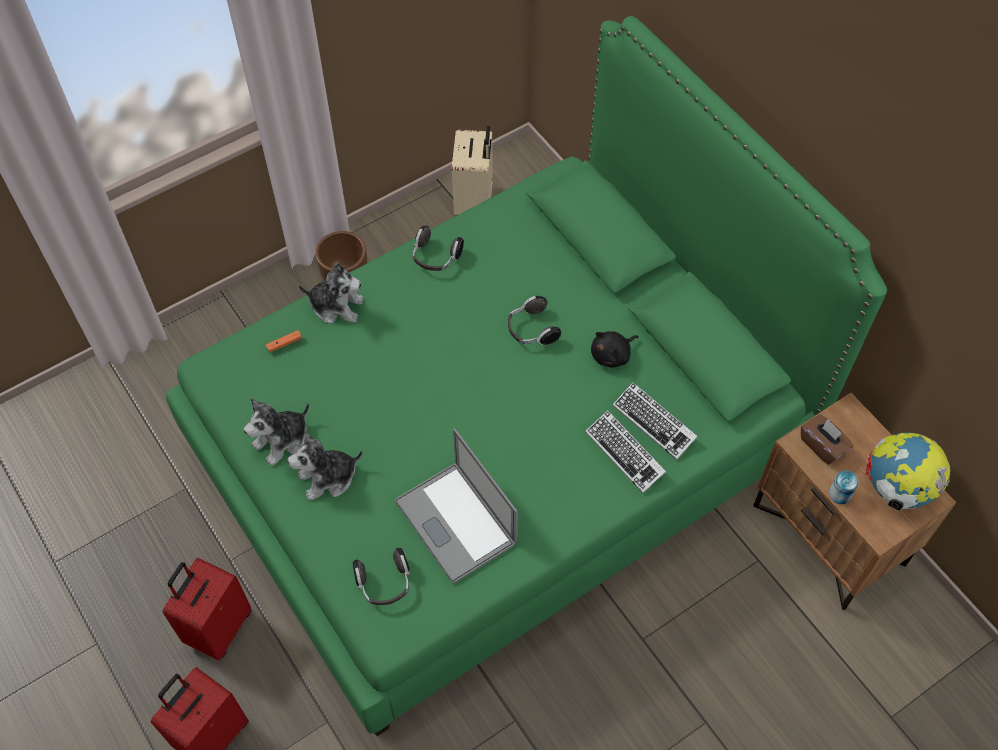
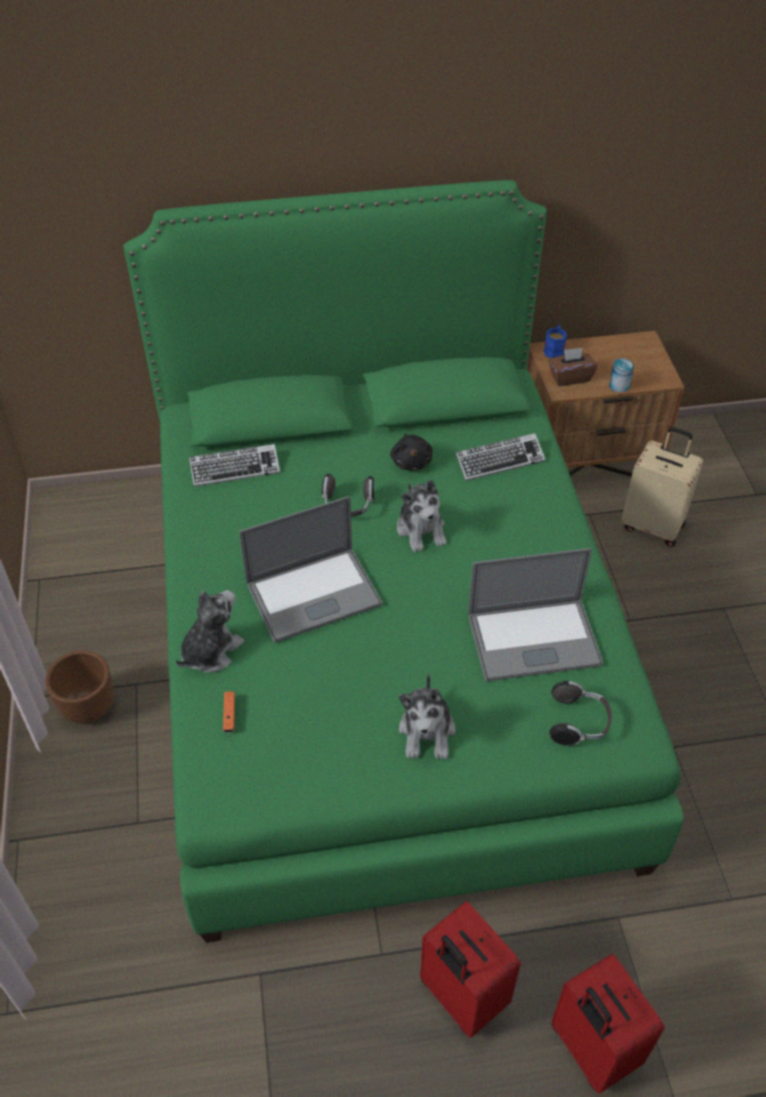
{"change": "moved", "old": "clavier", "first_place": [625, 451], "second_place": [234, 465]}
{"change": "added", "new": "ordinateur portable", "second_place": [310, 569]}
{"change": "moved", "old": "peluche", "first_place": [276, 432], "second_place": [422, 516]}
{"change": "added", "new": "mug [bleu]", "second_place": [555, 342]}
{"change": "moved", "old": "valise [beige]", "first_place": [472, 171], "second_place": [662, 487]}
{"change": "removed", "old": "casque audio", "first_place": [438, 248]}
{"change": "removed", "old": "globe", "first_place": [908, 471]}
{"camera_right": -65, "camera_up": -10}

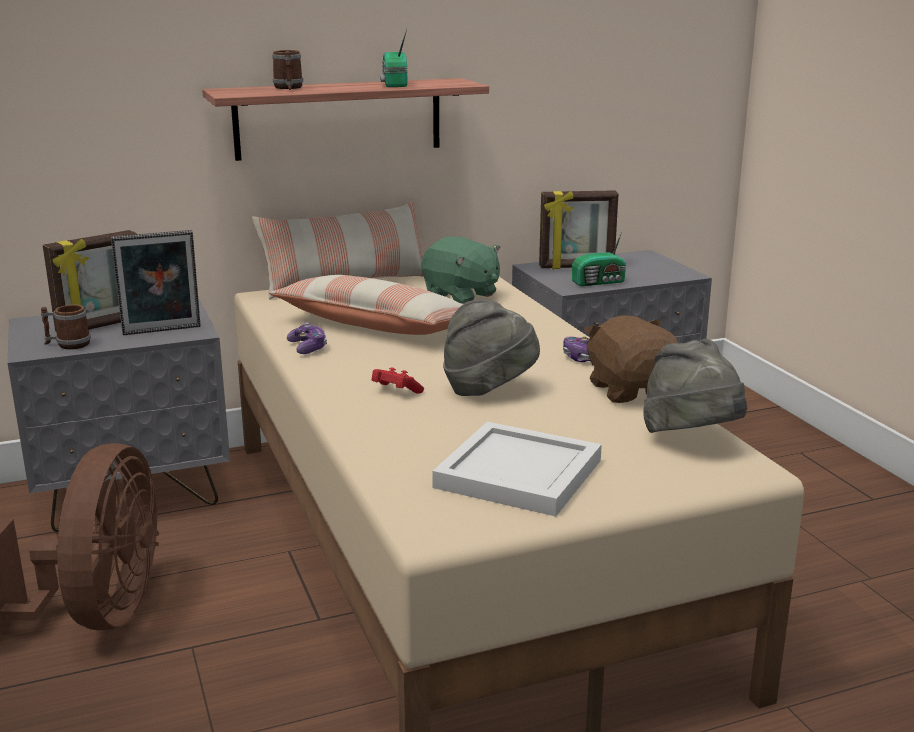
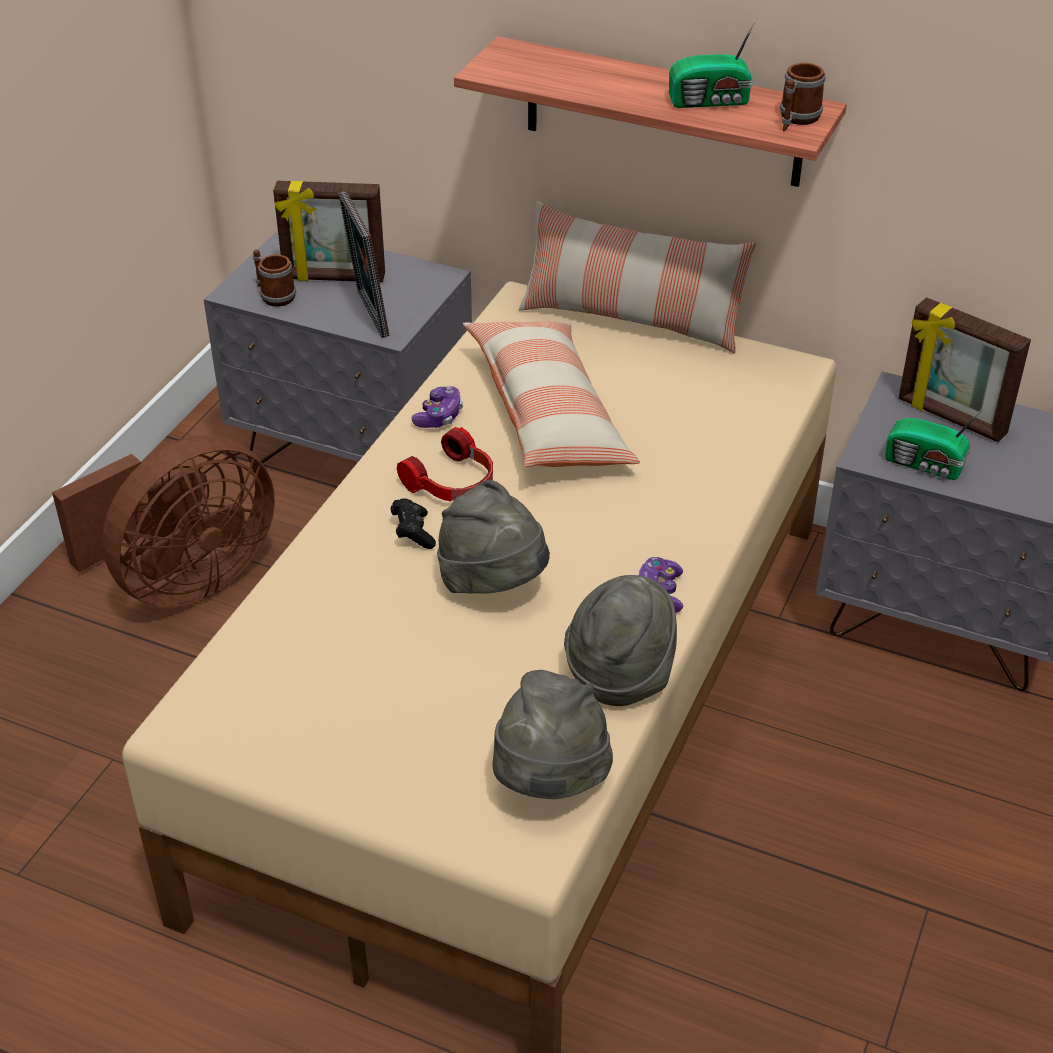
{"change": "turned", "old": "cadre photo", "first_place": [156, 282], "second_place": [363, 264], "degrees": 45}
{"change": "recoloured", "old": "manette [rouge]", "new": "manette [noir]", "first_place": [398, 381], "second_place": [413, 523]}
{"change": "added", "new": "casque audio", "second_place": [445, 464]}
{"change": "replaced", "old": "peluche [marron]", "new": "chapeau [gris]", "first_place": [631, 359], "second_place": [620, 640]}
{"change": "turned", "old": "radio", "first_place": [394, 58], "second_place": [712, 63], "degrees": -135}
{"change": "moved", "old": "mug", "first_place": [287, 70], "second_place": [803, 97]}
{"change": "removed", "old": "peluche [vert]", "first_place": [460, 270]}
{"change": "removed", "old": "plateau [blanc]", "first_place": [517, 469]}
{"camera_right": 45, "camera_up": 20}

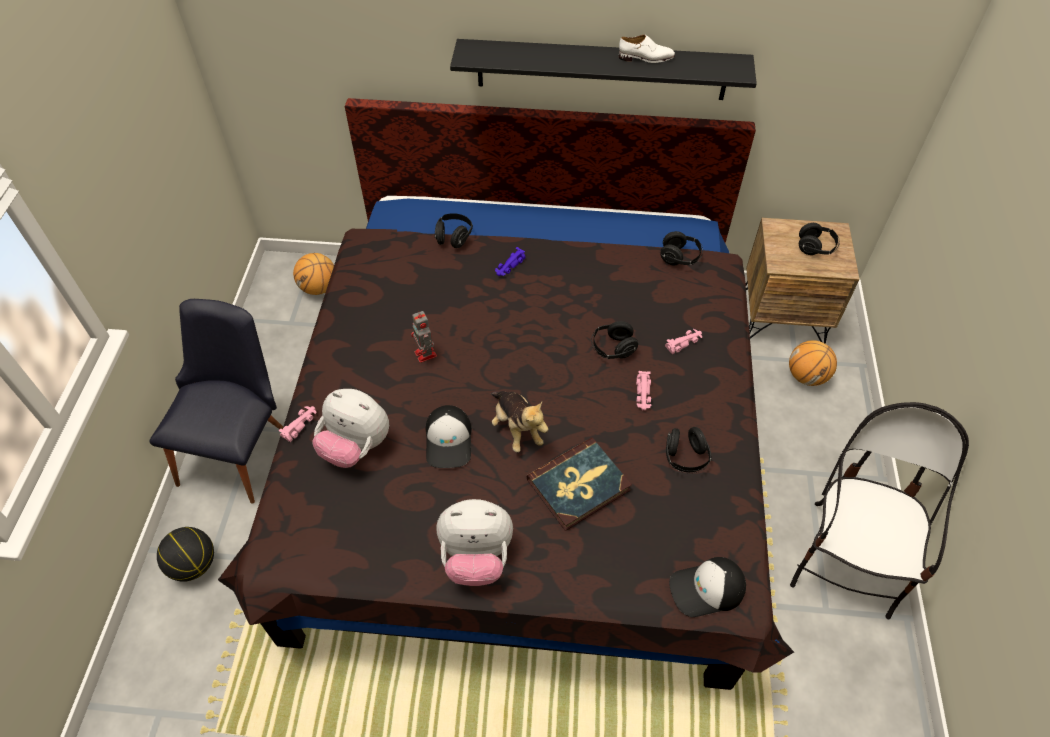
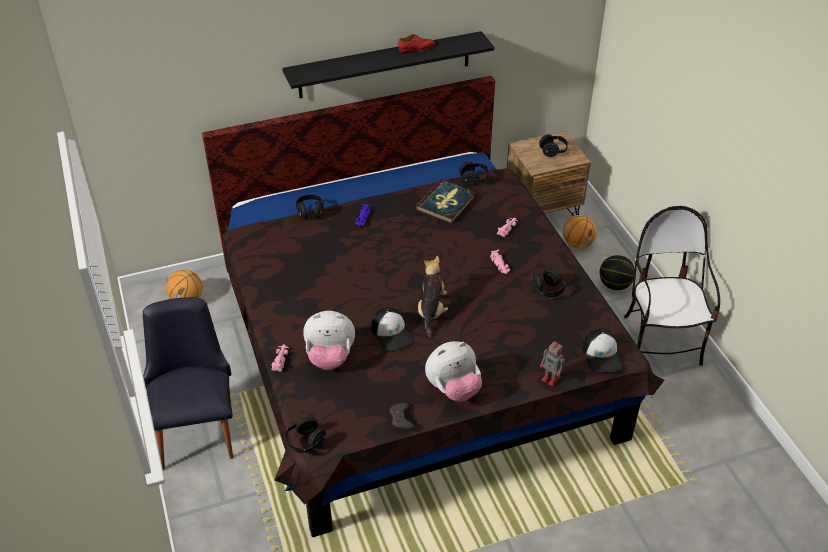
{"change": "moved", "old": "casque audio [noir]", "first_place": [614, 340], "second_place": [305, 435]}
{"change": "added", "new": "manette [gris]", "second_place": [402, 416]}
{"change": "recoloured", "old": "chaussure [blanc]", "new": "chaussure [rouge]", "first_place": [647, 49], "second_place": [416, 44]}
{"change": "moved", "old": "livre", "first_place": [579, 484], "second_place": [445, 202]}
{"change": "turned", "old": "peluche", "first_place": [519, 421], "second_place": [433, 296], "degrees": -120}
{"change": "moved", "old": "robot jouet", "first_place": [424, 337], "second_place": [553, 363]}
{"change": "turned", "old": "casquette", "first_place": [707, 587], "second_place": [602, 350], "degrees": -60}
{"change": "moved", "old": "ballon de basket", "first_place": [185, 554], "second_place": [617, 272]}
{"camera_right": -25, "camera_up": -10}

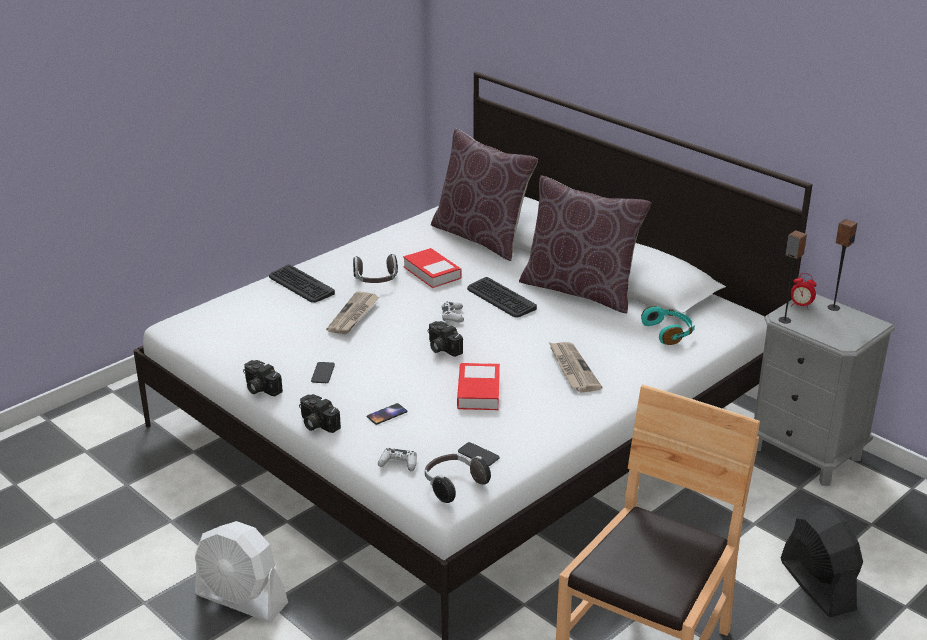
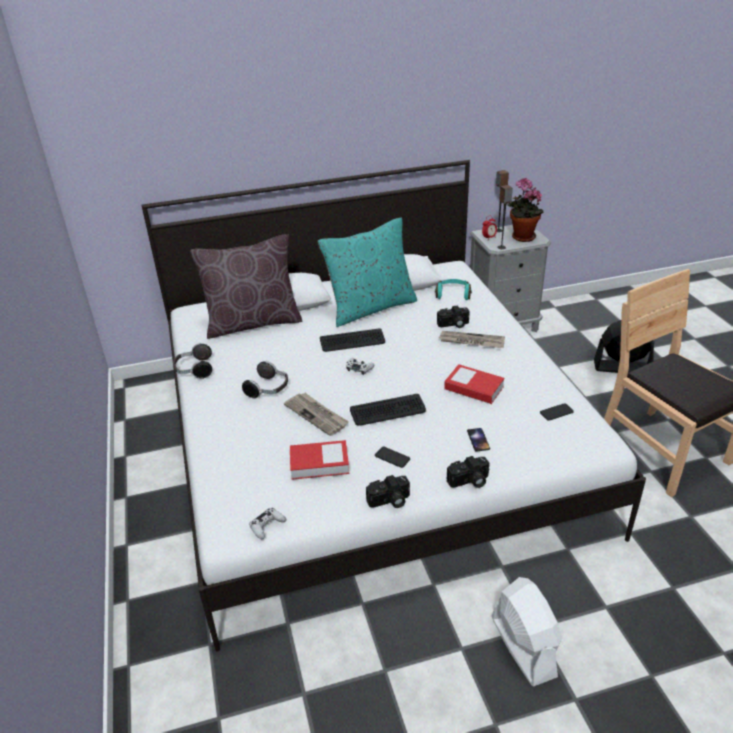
{"change": "moved", "old": "casque audio", "first_place": [458, 478], "second_place": [192, 361]}
{"change": "moved", "old": "manette [blanc]", "first_place": [397, 459], "second_place": [267, 523]}
{"change": "moved", "old": "livre", "first_place": [432, 268], "second_place": [319, 460]}
{"change": "recoloured", "old": "coussin [marron]", "new": "coussin [turquoise]", "first_place": [585, 245], "second_place": [367, 272]}
{"change": "moved", "old": "clavier", "first_place": [302, 283], "second_place": [388, 410]}
{"change": "moved", "old": "appareil photo", "first_place": [445, 339], "second_place": [453, 316]}
{"change": "turned", "old": "ventilateur [blanc]", "first_place": [241, 571], "second_place": [527, 632], "degrees": -75}
{"change": "added", "new": "plante en pot", "second_place": [525, 210]}
{"camera_right": -60, "camera_up": 5}

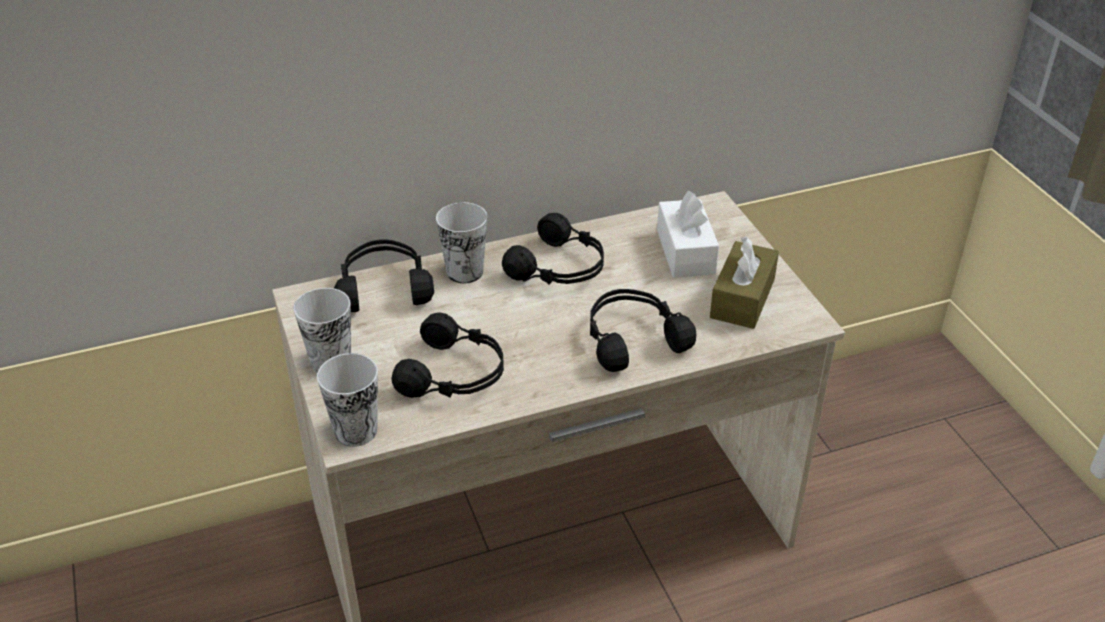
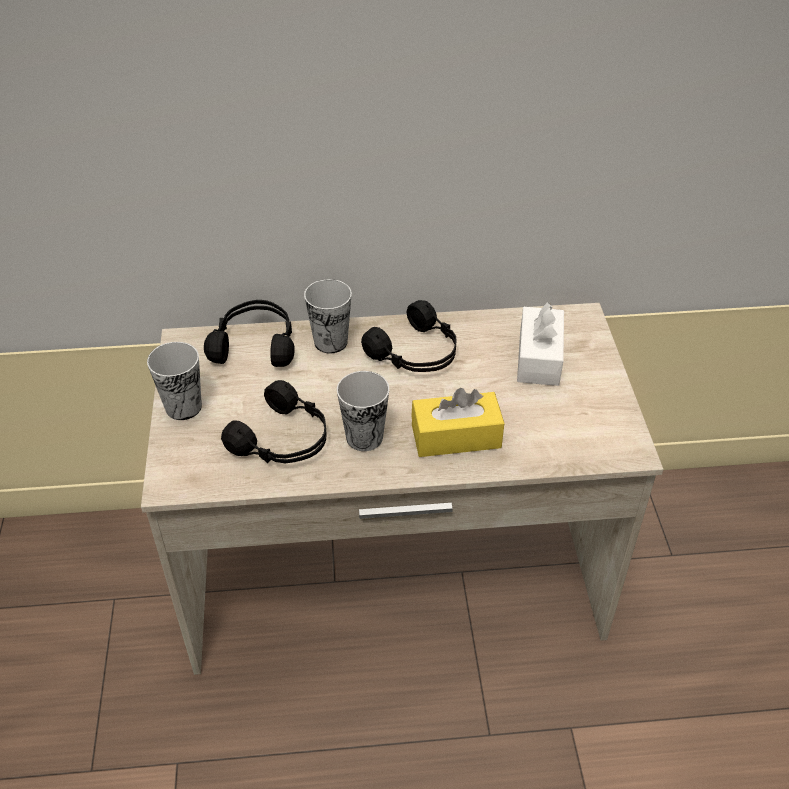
{"change": "moved", "old": "tasse", "first_place": [347, 400], "second_place": [363, 411]}
{"change": "replaced", "old": "casque audio [noir]", "new": "boîte à mouchoirs [jaune]", "first_place": [643, 330], "second_place": [457, 422]}
{"change": "removed", "old": "boîte à mouchoirs [marron]", "first_place": [744, 282]}
{"camera_right": 15, "camera_up": 5}

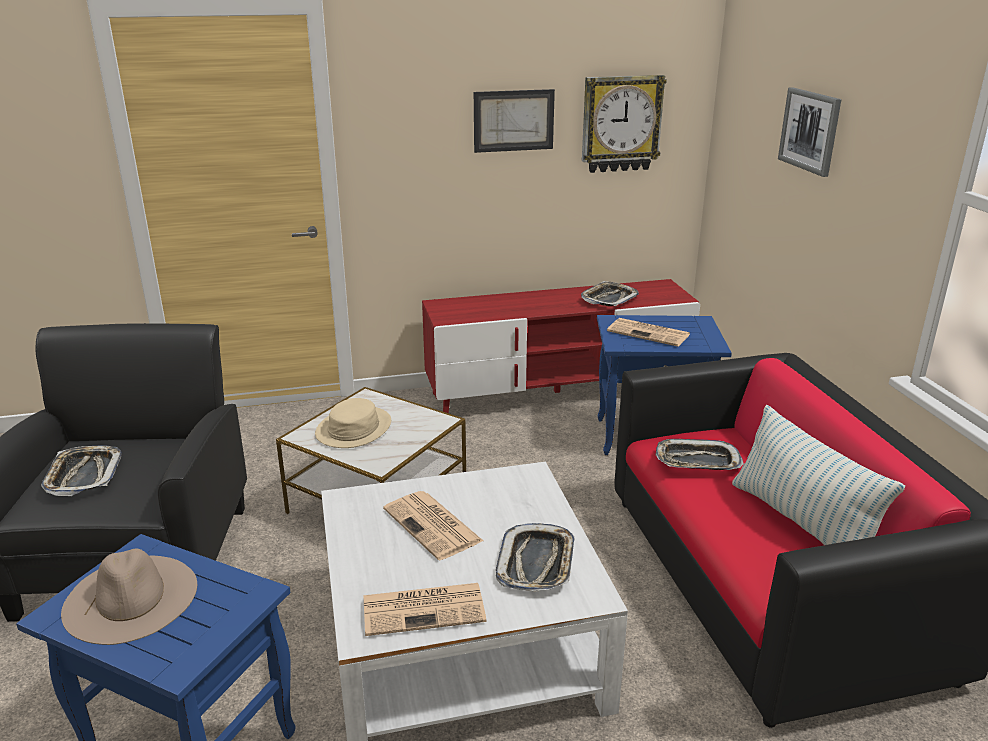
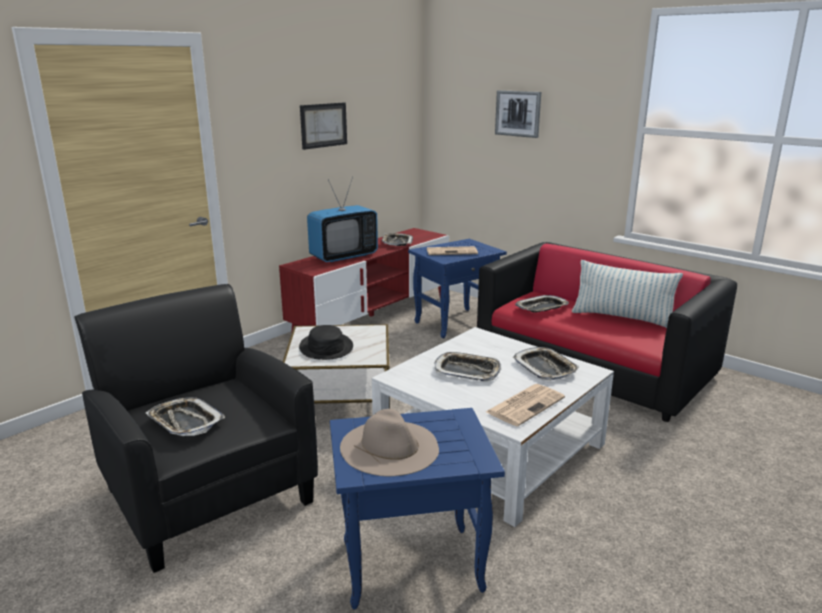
{"change": "recoloured", "old": "chapeau [beige]", "new": "chapeau [noir]", "first_place": [353, 423], "second_place": [326, 342]}
{"change": "added", "new": "téléviseur", "second_place": [342, 220]}
{"change": "replaced", "old": "journal", "new": "plateau", "first_place": [433, 525], "second_place": [467, 366]}
{"change": "removed", "old": "horloge murale", "first_place": [624, 124]}
{"camera_right": -35, "camera_up": -5}

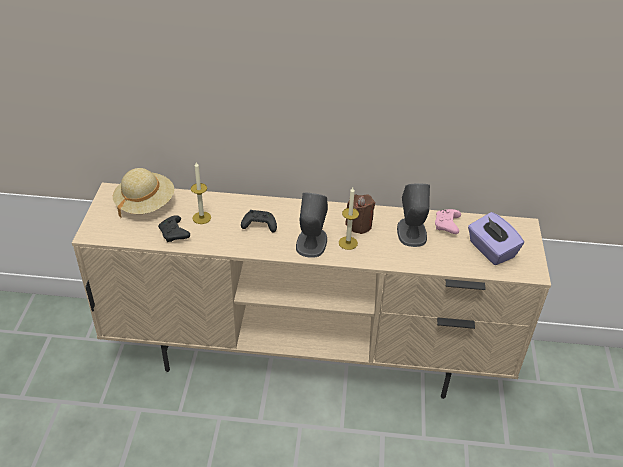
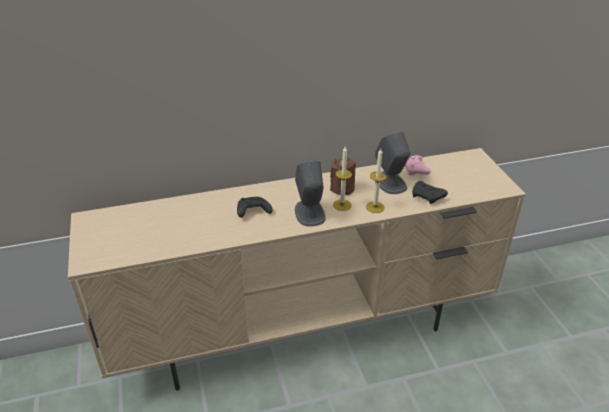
{"change": "moved", "old": "bougie", "first_place": [201, 193], "second_place": [376, 180]}
{"change": "moved", "old": "manette [noir]", "first_place": [174, 228], "second_place": [430, 192]}
{"change": "removed", "old": "chapeau [beige]", "first_place": [143, 193]}
{"change": "removed", "old": "boîte à mouchoirs [violet]", "first_place": [496, 238]}
{"camera_right": -20, "camera_up": -5}

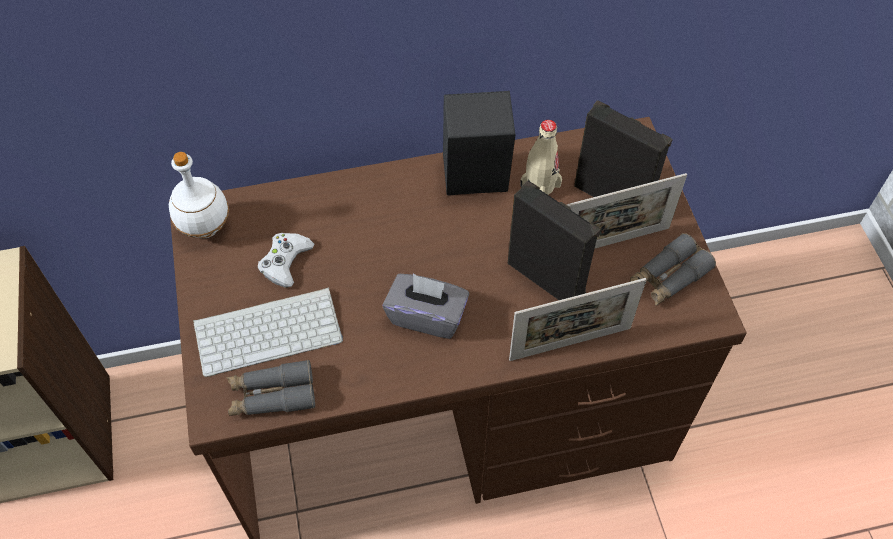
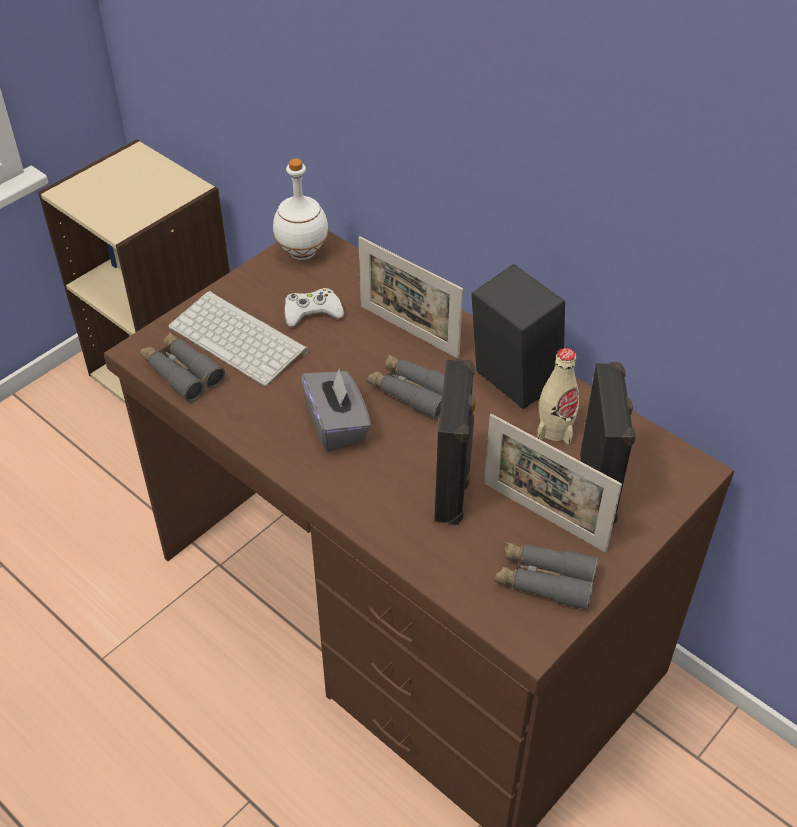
{"change": "moved", "old": "cadre photo", "first_place": [578, 319], "second_place": [410, 297]}
{"change": "added", "new": "jumelles [gris]", "second_place": [406, 386]}
{"camera_right": 55, "camera_up": -10}

